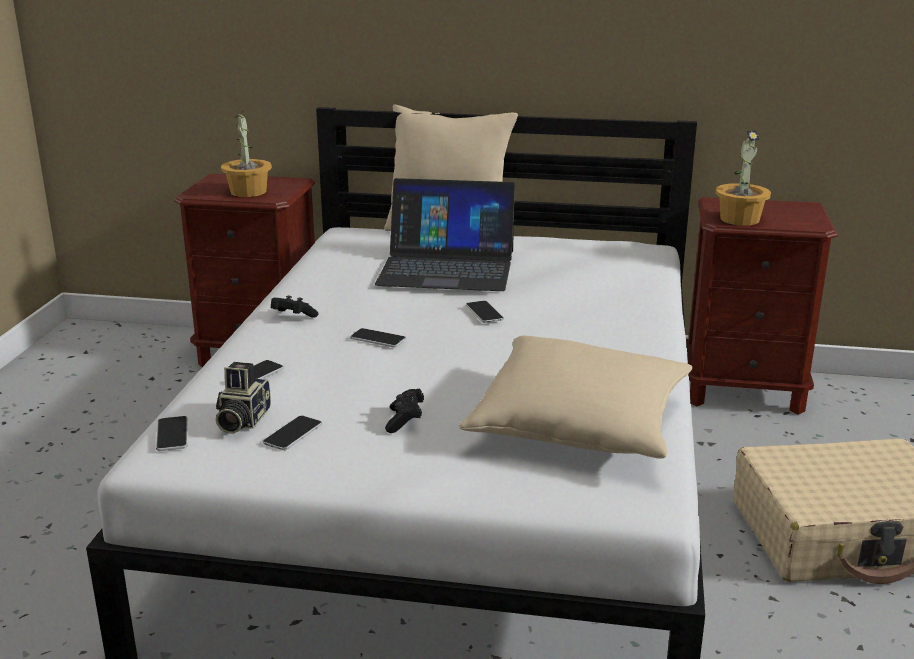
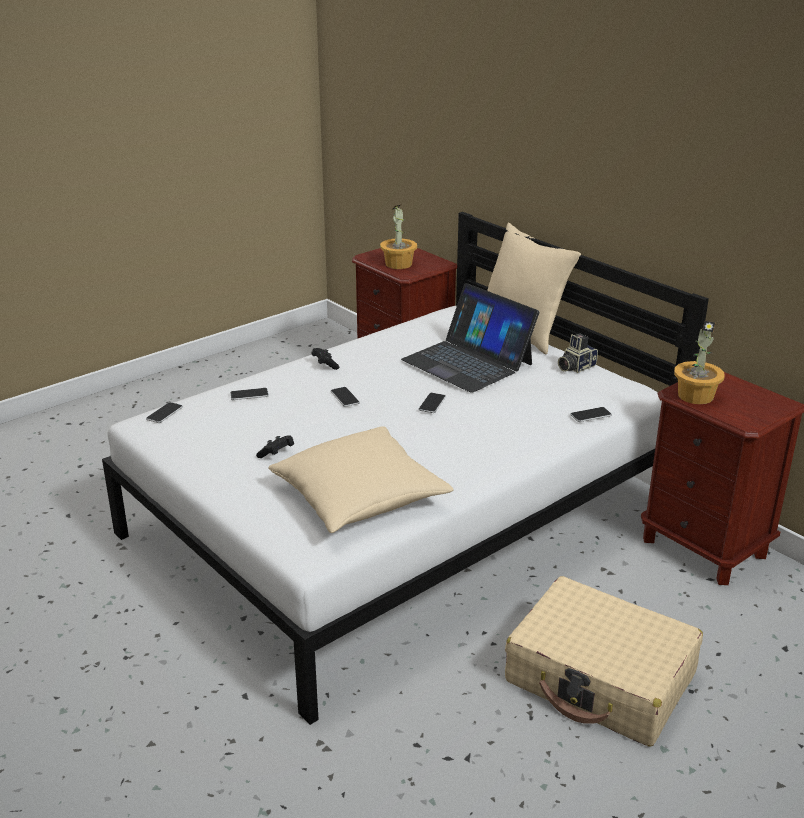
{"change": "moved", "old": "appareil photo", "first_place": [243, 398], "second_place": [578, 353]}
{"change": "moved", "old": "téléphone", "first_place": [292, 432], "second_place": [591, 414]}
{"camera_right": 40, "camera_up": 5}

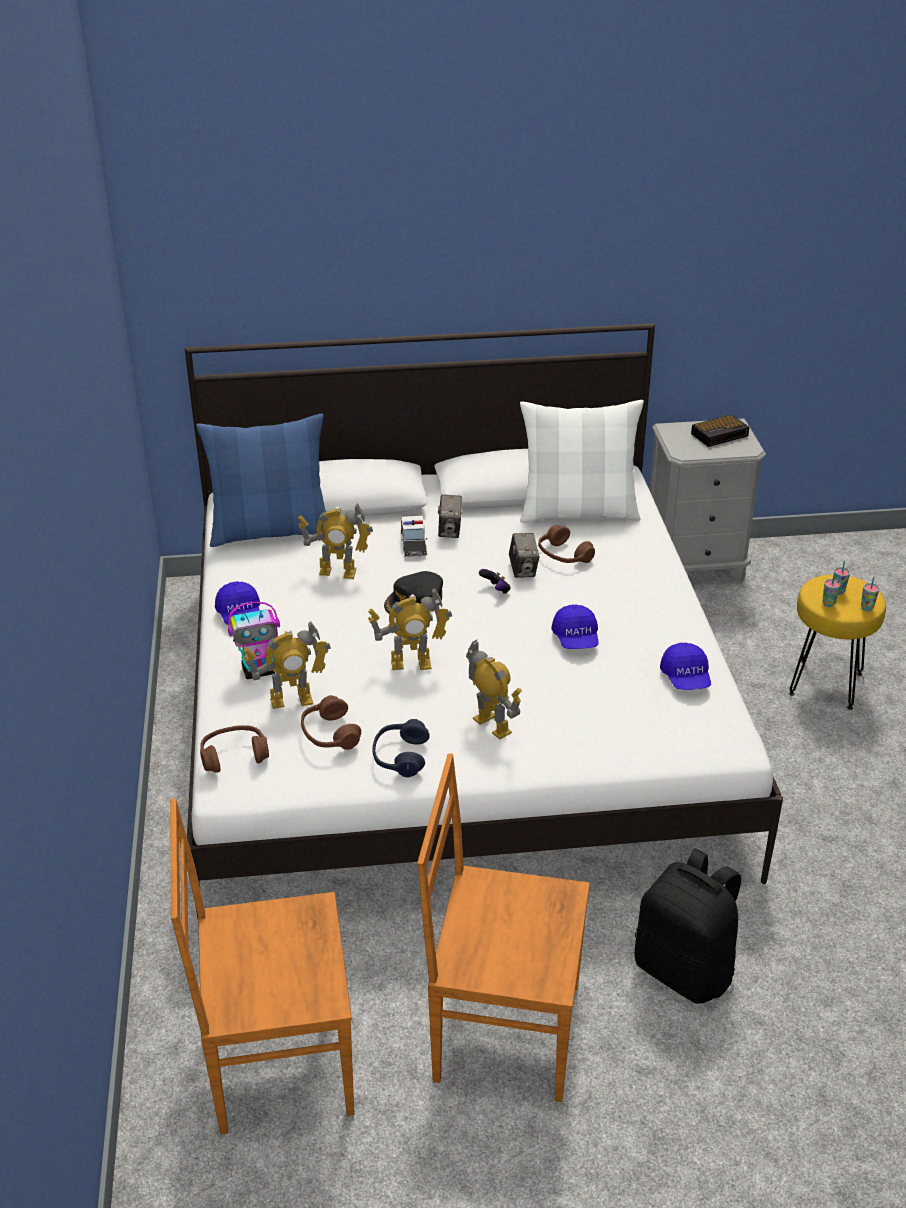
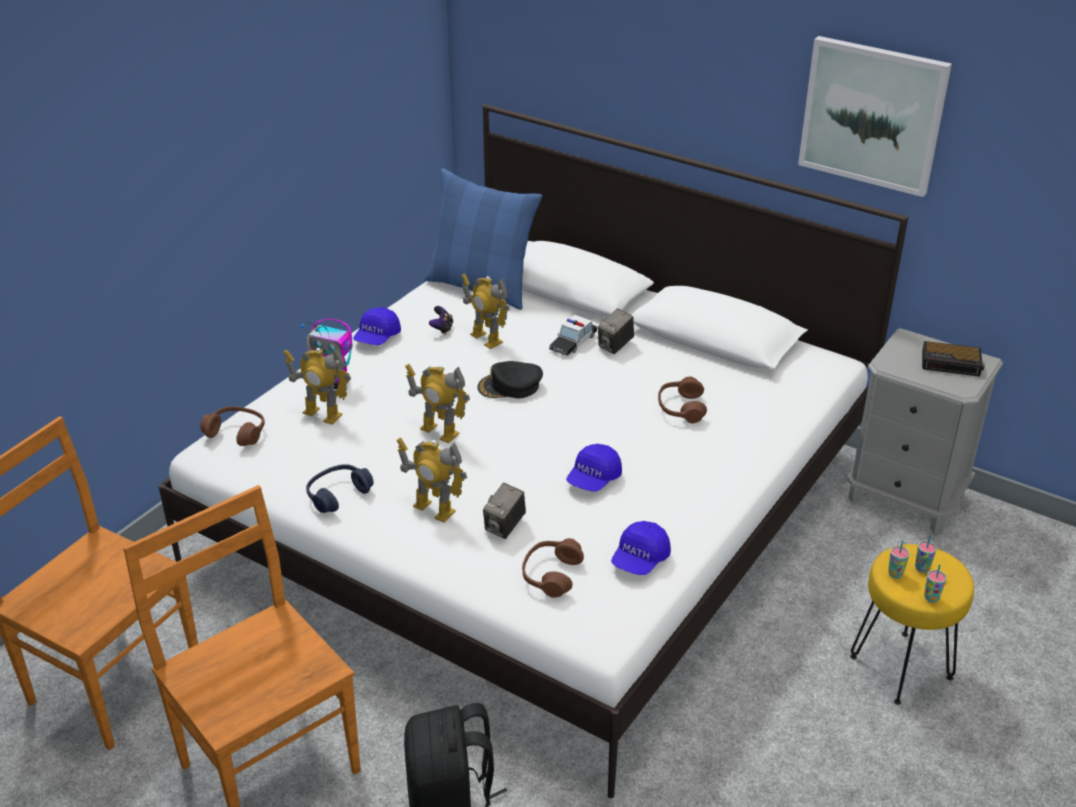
{"change": "turned", "old": "robot jouet", "first_place": [493, 689], "second_place": [432, 480], "degrees": 120}
{"change": "moved", "old": "manette", "first_place": [495, 581], "second_place": [441, 320]}
{"change": "moved", "old": "appareil photo", "first_place": [524, 555], "second_place": [504, 511]}
{"change": "moved", "old": "casque audio [marron]", "first_place": [331, 722], "second_place": [553, 568]}
{"change": "added", "new": "tableau", "second_place": [875, 116]}
{"change": "removed", "old": "coussin [blanc]", "first_place": [582, 461]}
{"camera_right": 40, "camera_up": 0}

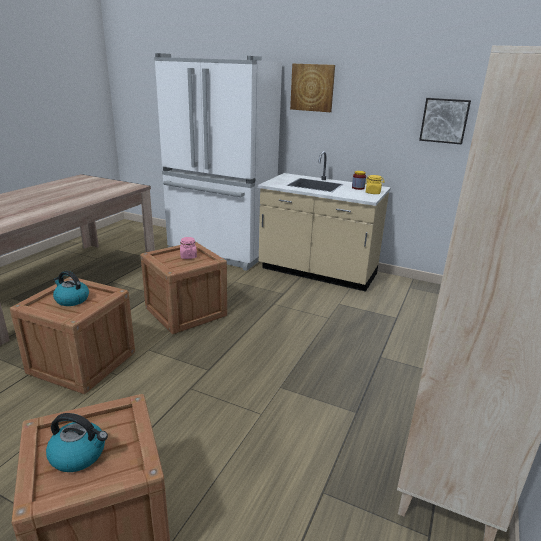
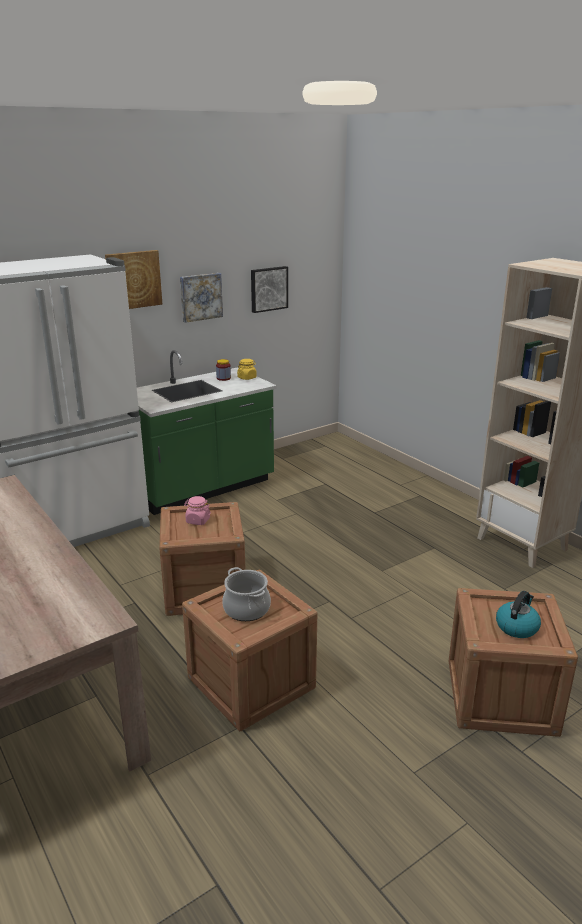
{"change": "recoloured", "old": "comptoir de cuisine [beige]", "new": "comptoir de cuisine [vert]", "first_place": [324, 221], "second_place": [207, 432]}
{"change": "added", "new": "tableau", "second_place": [201, 298]}
{"change": "replaced", "old": "bouilloire", "new": "marmite", "first_place": [71, 288], "second_place": [246, 594]}
{"camera_right": -60, "camera_up": 0}

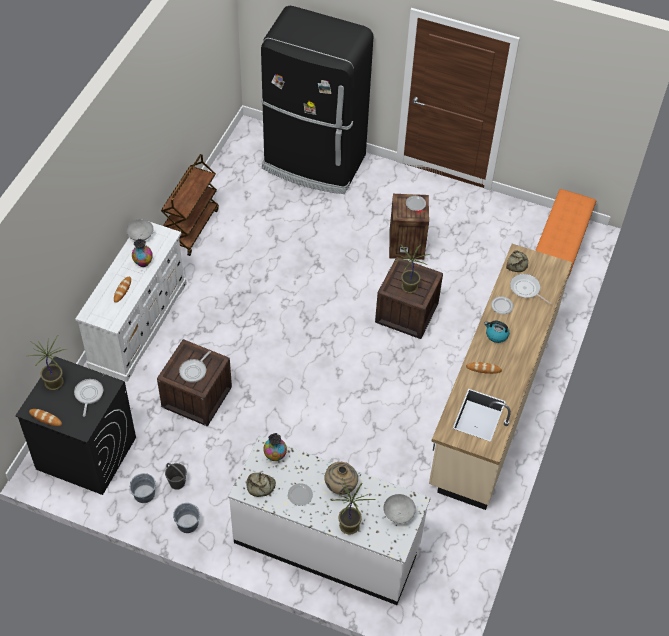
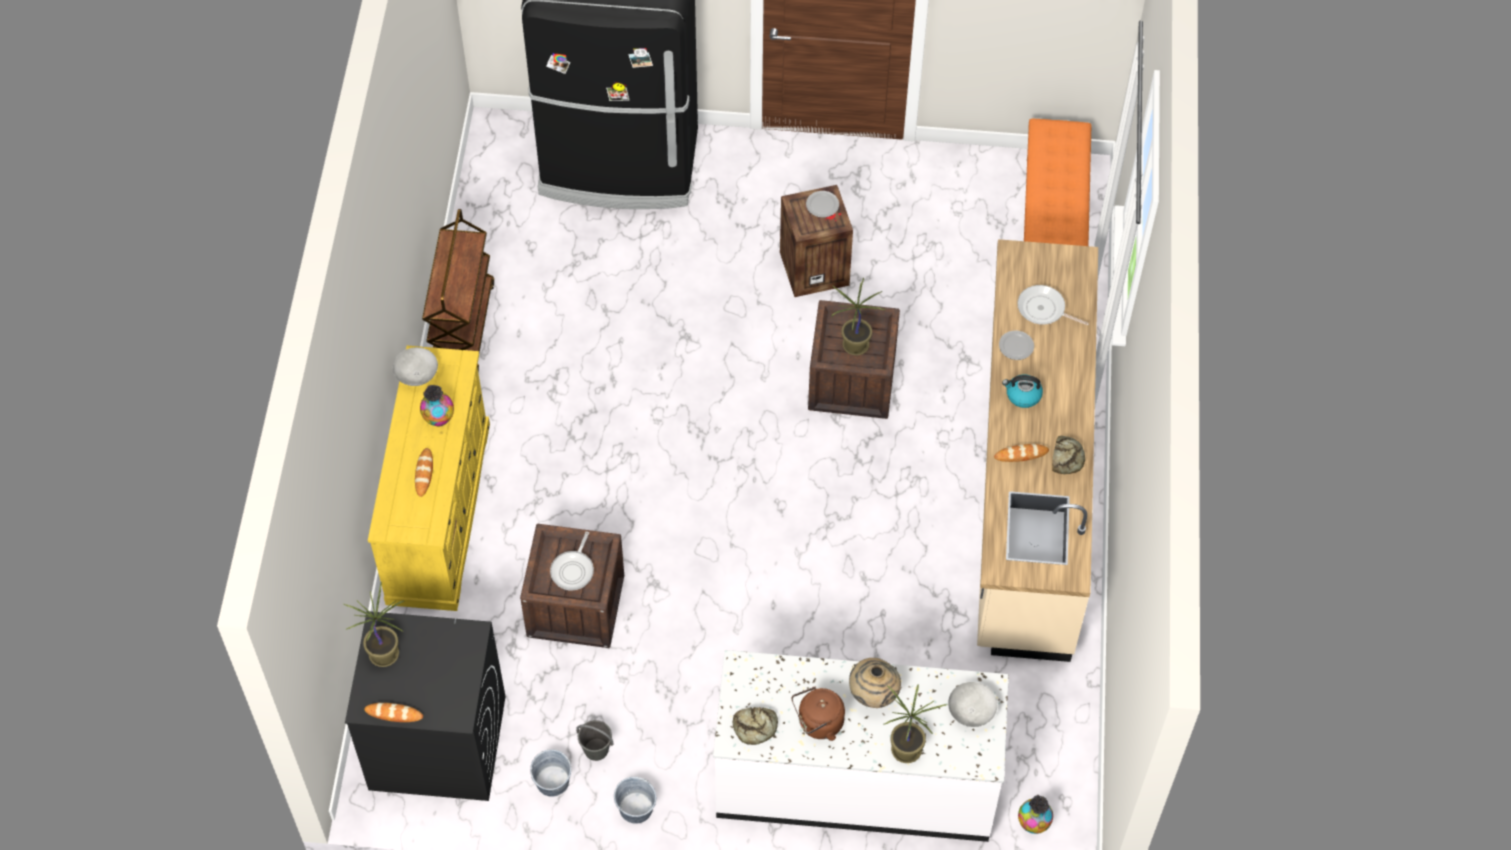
{"change": "recoloured", "old": "commode [blanc]", "new": "commode [jaune]", "first_place": [131, 302], "second_place": [429, 478]}
{"change": "replaced", "old": "assiette", "new": "bouilloire [marron]", "first_place": [300, 494], "second_place": [818, 714]}
{"change": "moved", "old": "vase", "first_place": [275, 447], "second_place": [1035, 814]}
{"change": "moved", "old": "pain", "first_place": [517, 261], "second_place": [1068, 455]}
{"change": "removed", "old": "poêle", "first_place": [88, 398]}
{"camera_right": -15, "camera_up": 5}

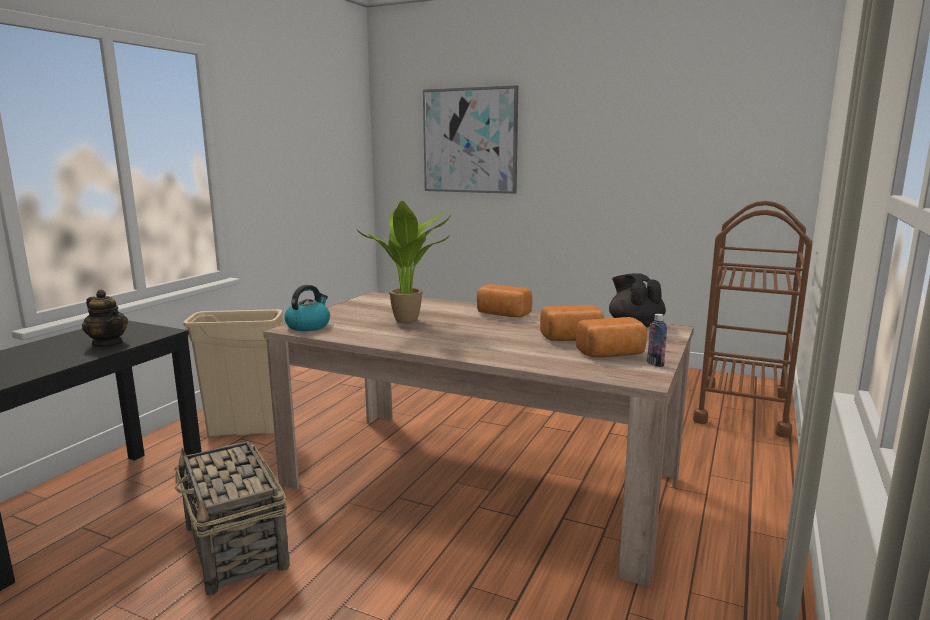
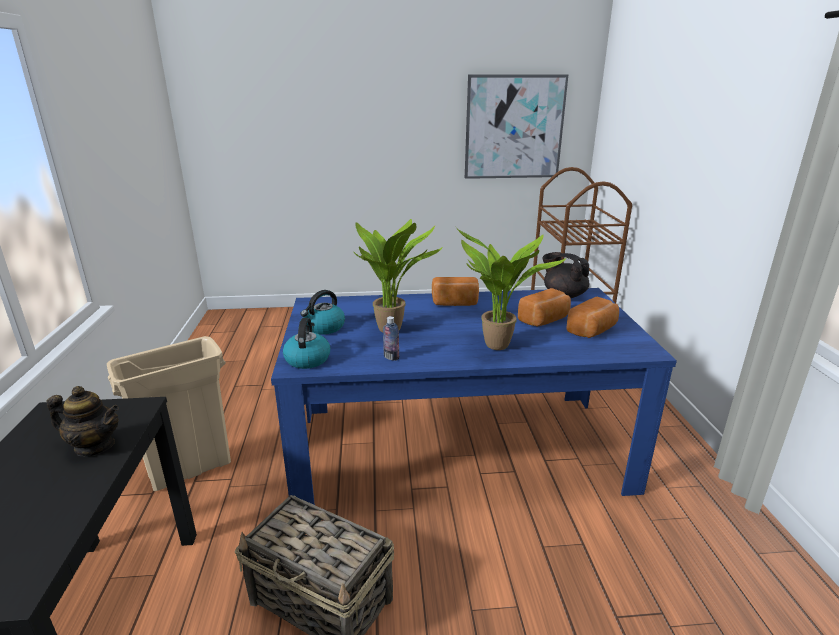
{"change": "recoloured", "old": "table à manger [beige]", "new": "table à manger [bleu]", "first_place": [478, 439], "second_place": [474, 396]}
{"change": "added", "new": "bouilloire", "second_place": [323, 312]}
{"change": "moved", "old": "bouteille", "first_place": [657, 340], "second_place": [391, 338]}
{"change": "added", "new": "plante en pot", "second_place": [510, 288]}
{"change": "moved", "old": "tableau", "first_place": [470, 139], "second_place": [516, 127]}
{"camera_right": -30, "camera_up": 10}

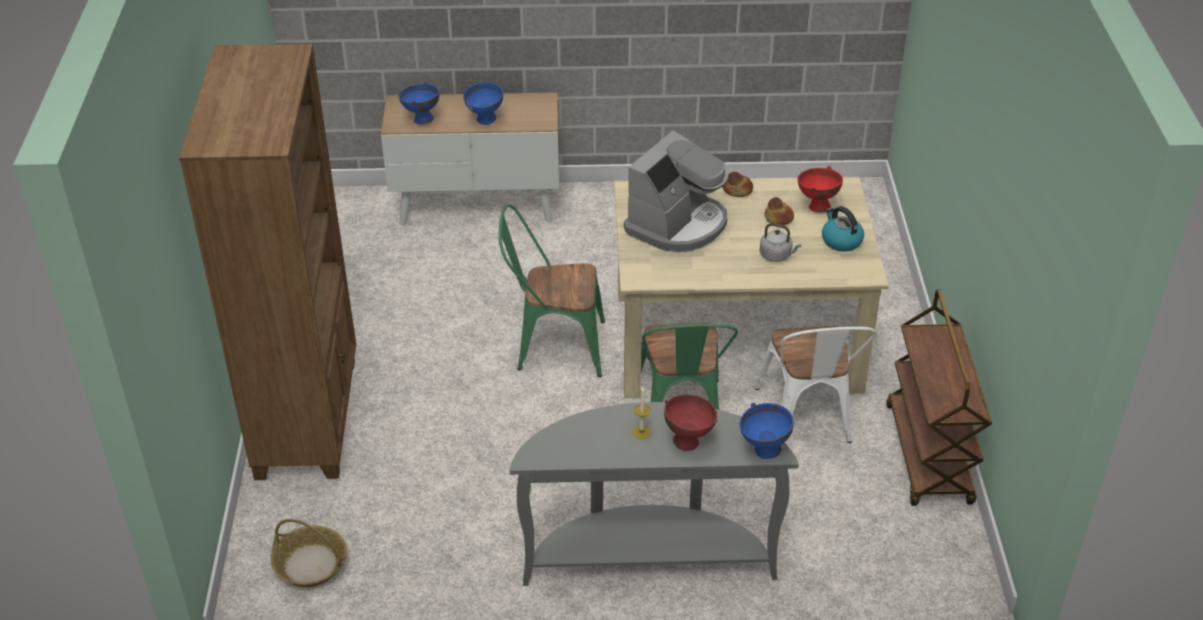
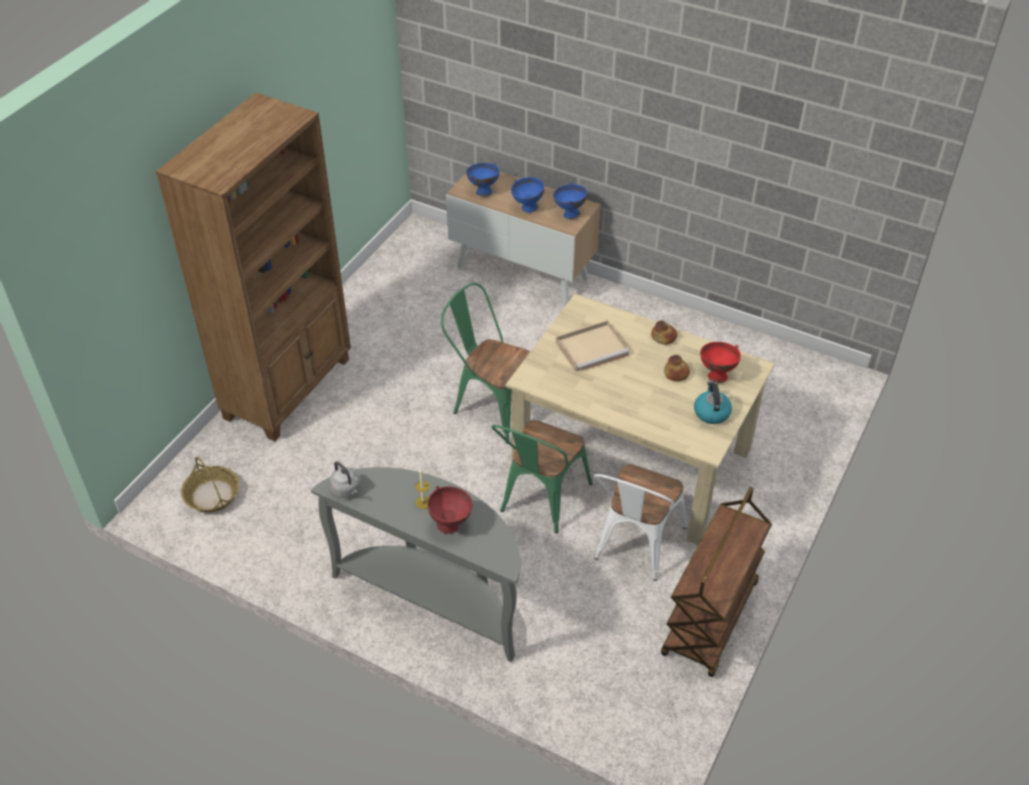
{"change": "moved", "old": "bouilloire [gris]", "first_place": [781, 242], "second_place": [345, 479]}
{"change": "moved", "old": "bol [bleu]", "first_place": [766, 431], "second_place": [570, 200]}
{"change": "replaced", "old": "machine à café", "new": "plateau [beige]", "first_place": [676, 191], "second_place": [593, 346]}
{"camera_right": 30, "camera_up": 5}

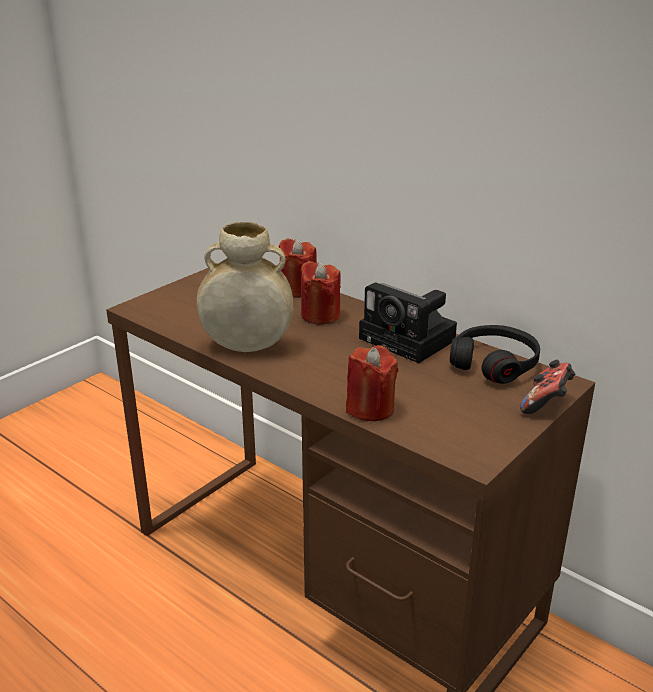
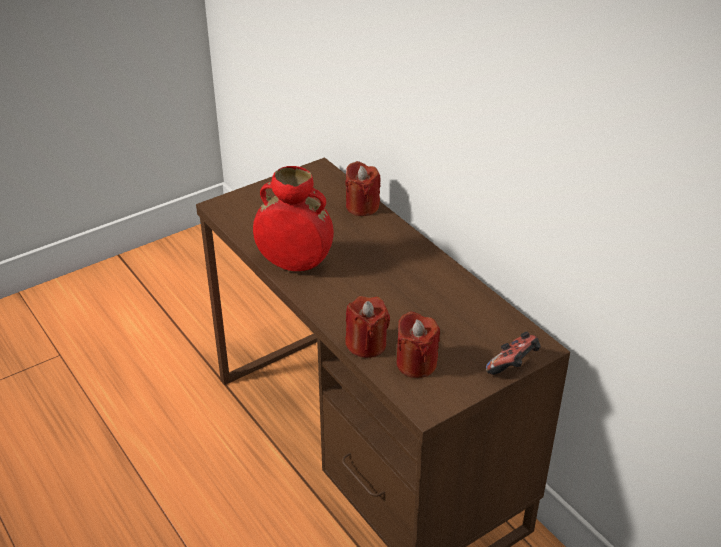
{"change": "recoloured", "old": "vase [beige]", "new": "vase [rouge]", "first_place": [244, 287], "second_place": [293, 218]}
{"change": "moved", "old": "bougie [rouge]", "first_place": [320, 293], "second_place": [418, 344]}
{"change": "removed", "old": "appareil photo", "first_place": [408, 322]}
{"change": "removed", "old": "casque audio [noir]", "first_place": [495, 354]}
{"camera_right": 15, "camera_up": 10}

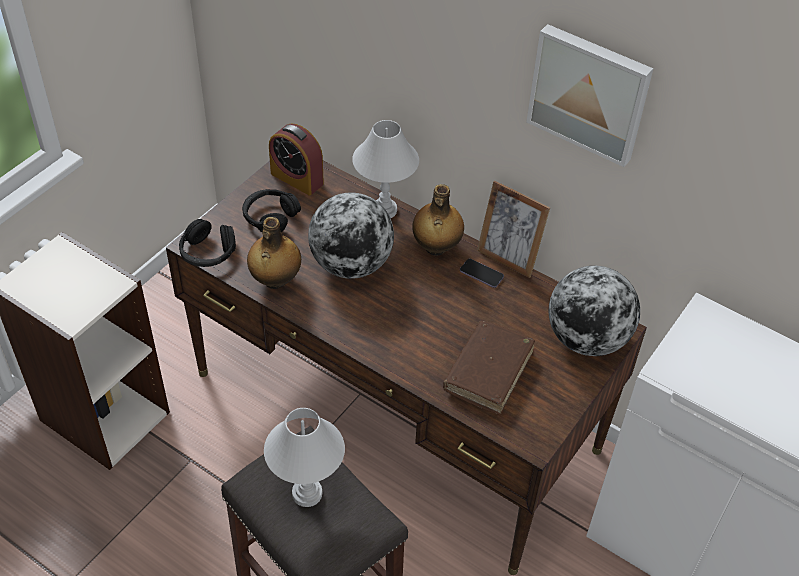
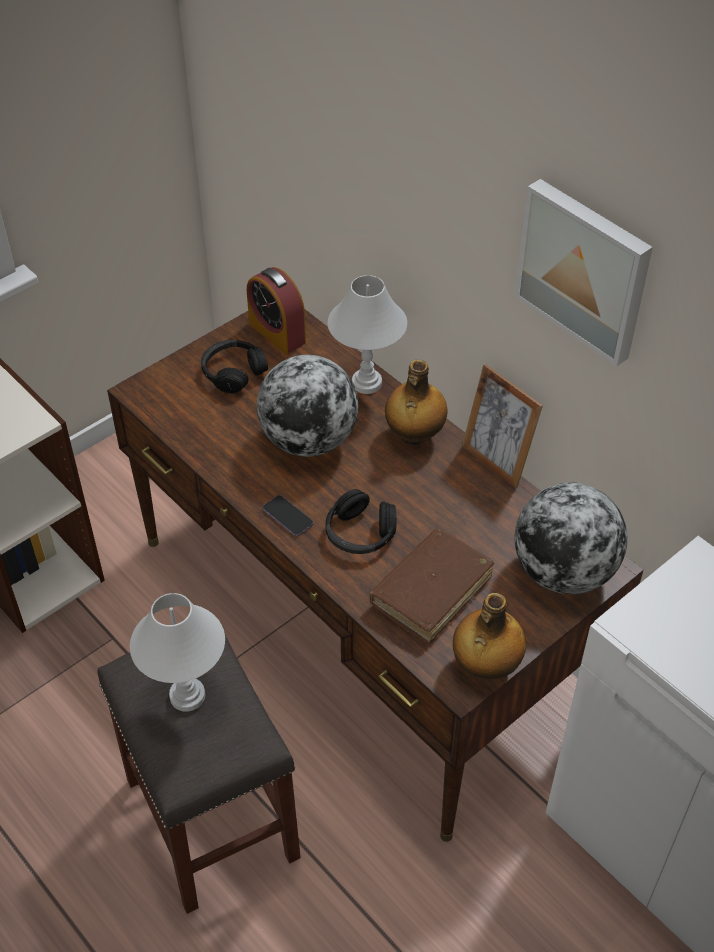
{"change": "moved", "old": "téléphone", "first_place": [482, 273], "second_place": [288, 515]}
{"change": "moved", "old": "casque audio [noir]", "first_place": [207, 243], "second_place": [361, 521]}
{"change": "moved", "old": "bouteille", "first_place": [274, 253], "second_place": [489, 636]}
{"camera_right": 15, "camera_up": 0}

